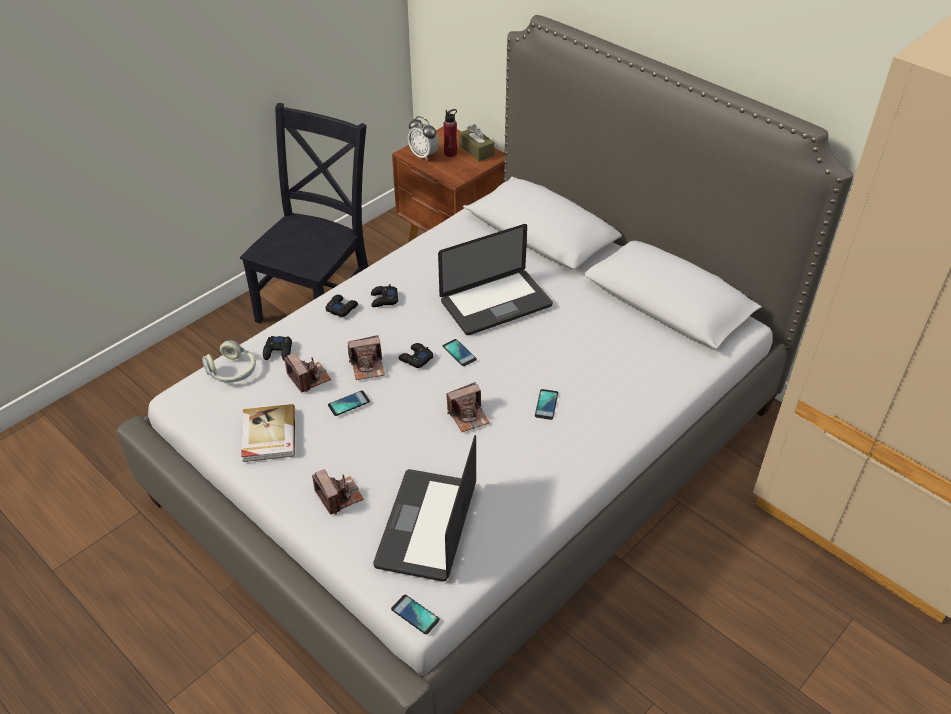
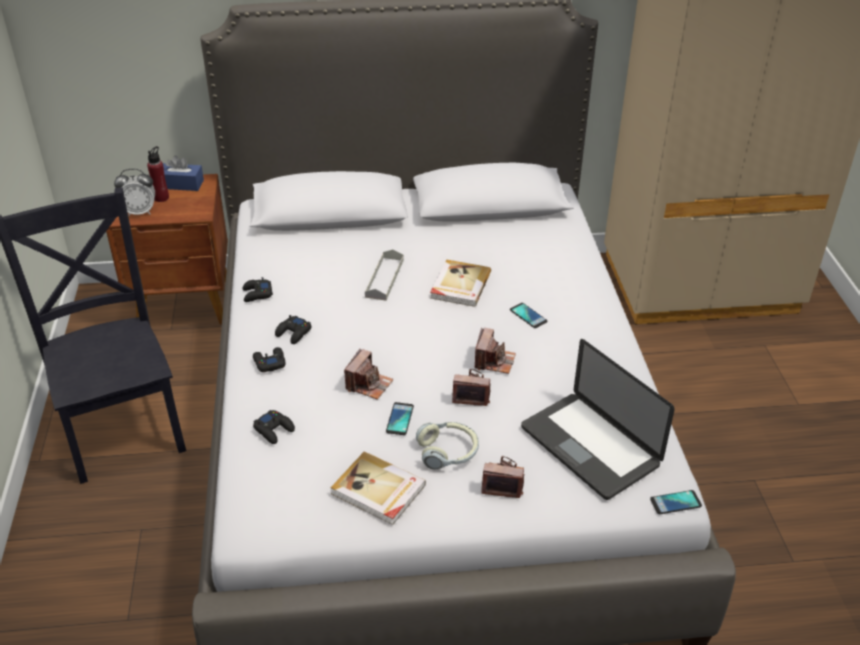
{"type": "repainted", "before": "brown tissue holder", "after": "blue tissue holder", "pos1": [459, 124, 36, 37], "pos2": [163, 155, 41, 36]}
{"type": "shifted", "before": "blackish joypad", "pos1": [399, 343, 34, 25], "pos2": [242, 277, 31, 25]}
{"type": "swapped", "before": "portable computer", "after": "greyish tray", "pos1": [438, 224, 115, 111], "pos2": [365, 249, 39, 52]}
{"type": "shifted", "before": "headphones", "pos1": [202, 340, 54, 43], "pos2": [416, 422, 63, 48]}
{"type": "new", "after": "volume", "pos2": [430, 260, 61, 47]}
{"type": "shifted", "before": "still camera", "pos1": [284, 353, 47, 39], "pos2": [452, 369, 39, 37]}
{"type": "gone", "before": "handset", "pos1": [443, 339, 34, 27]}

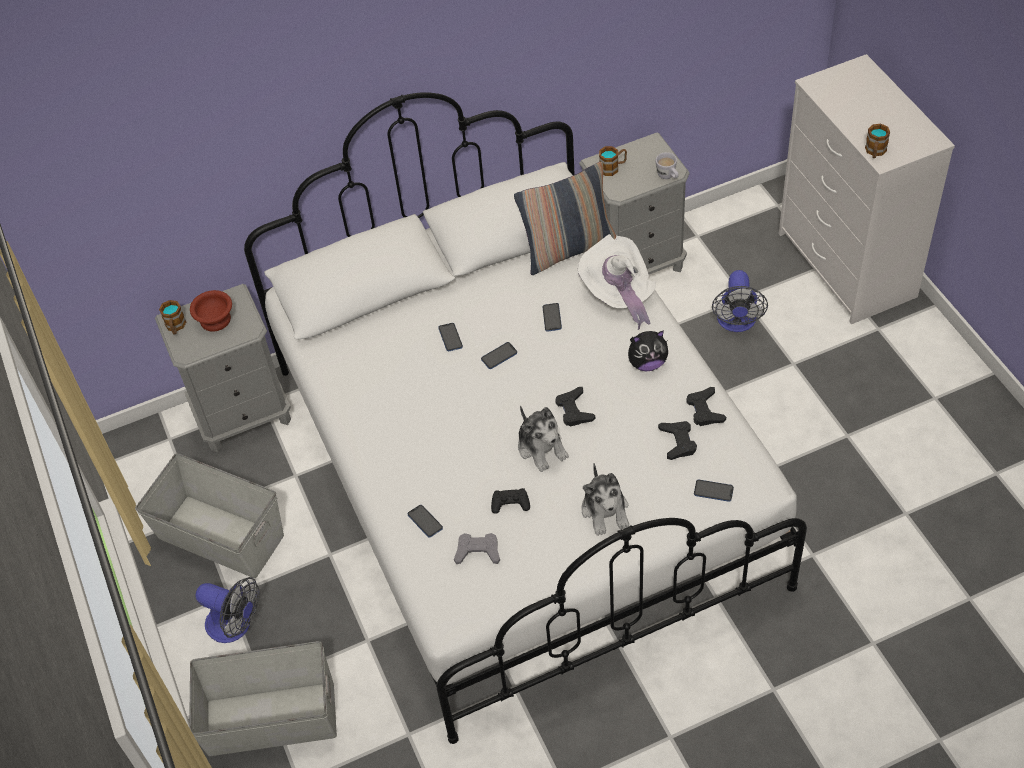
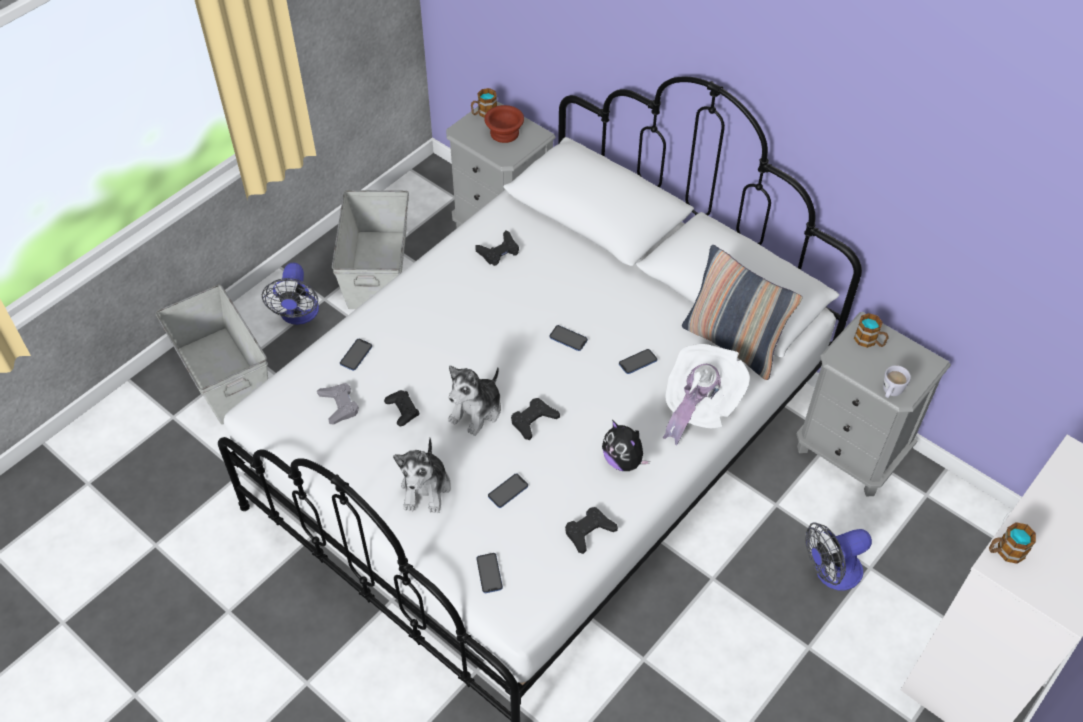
{"type": "rotated", "before": "cuddly toy", "pos1": [582, 463, 47, 73], "pos2": [393, 438, 58, 75], "turn": -45}
{"type": "shifted", "before": "blackish joypad", "pos1": [658, 421, 39, 39], "pos2": [475, 230, 44, 36]}
{"type": "shifted", "before": "handset", "pos1": [438, 323, 25, 28], "pos2": [488, 474, 40, 34]}

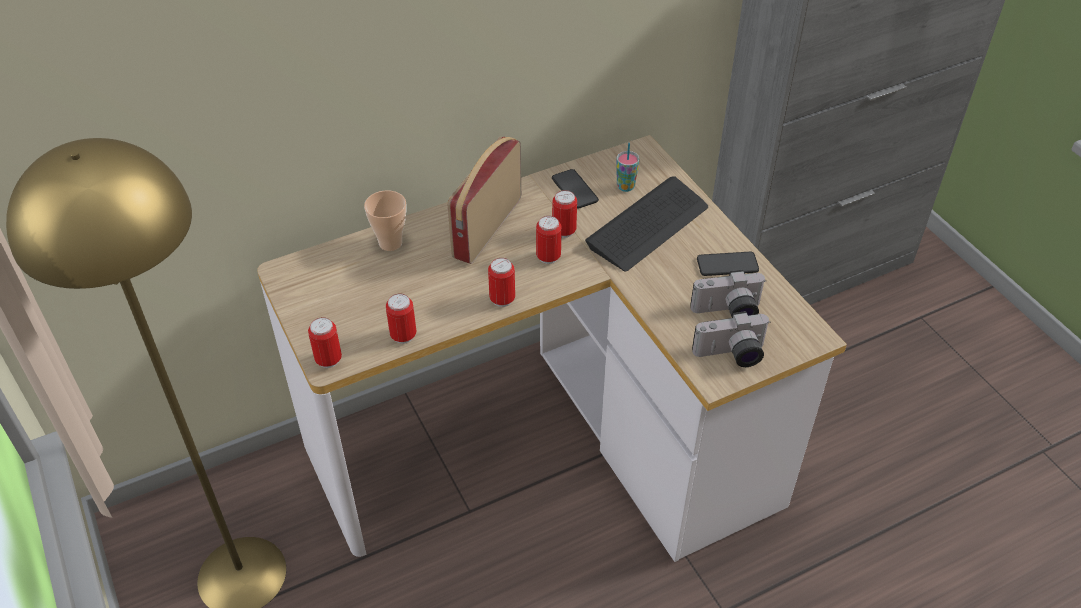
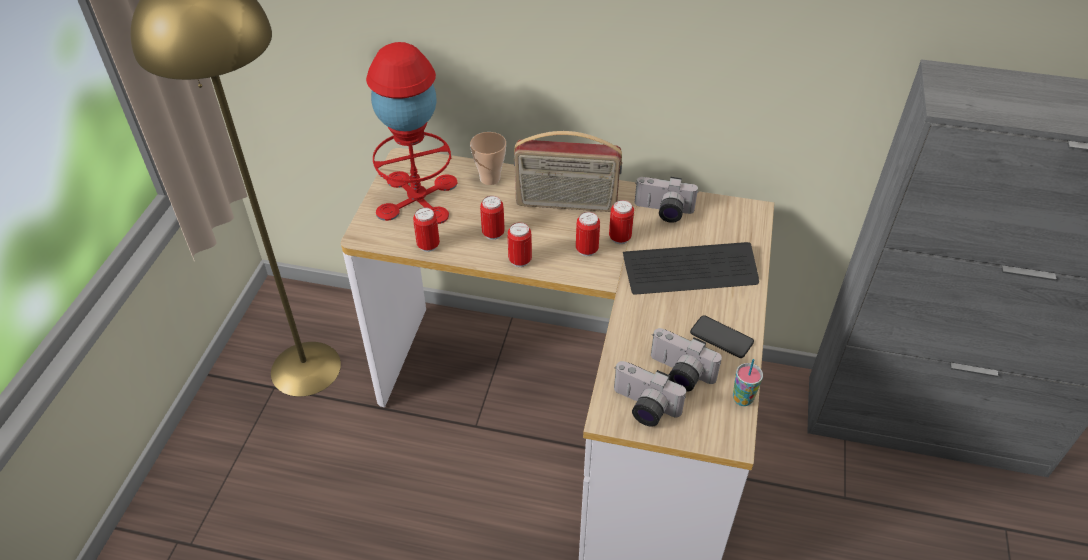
{"type": "new", "after": "red-coloured tabletop lamp", "pos2": [366, 42, 91, 182]}
{"type": "shifted", "before": "metal can", "pos1": [308, 317, 34, 51], "pos2": [480, 196, 25, 44]}
{"type": "rotated", "before": "radio receiver", "pos1": [447, 136, 74, 128], "pos2": [514, 131, 108, 81], "turn": -150}
{"type": "swapped", "before": "handset", "after": "still camera", "pos1": [552, 169, 47, 40], "pos2": [635, 177, 64, 46]}
{"type": "shifted", "before": "drinking cup", "pos1": [616, 143, 23, 49], "pos2": [733, 359, 30, 47]}

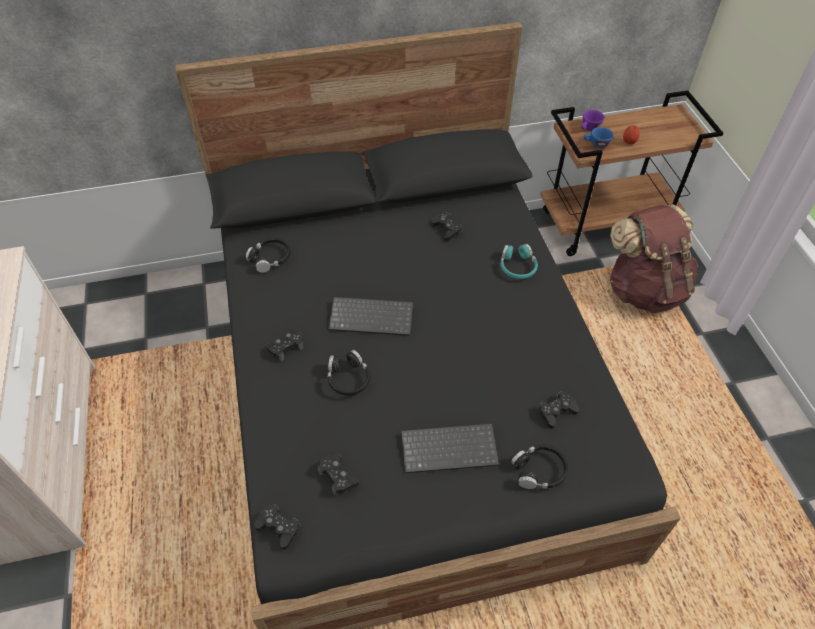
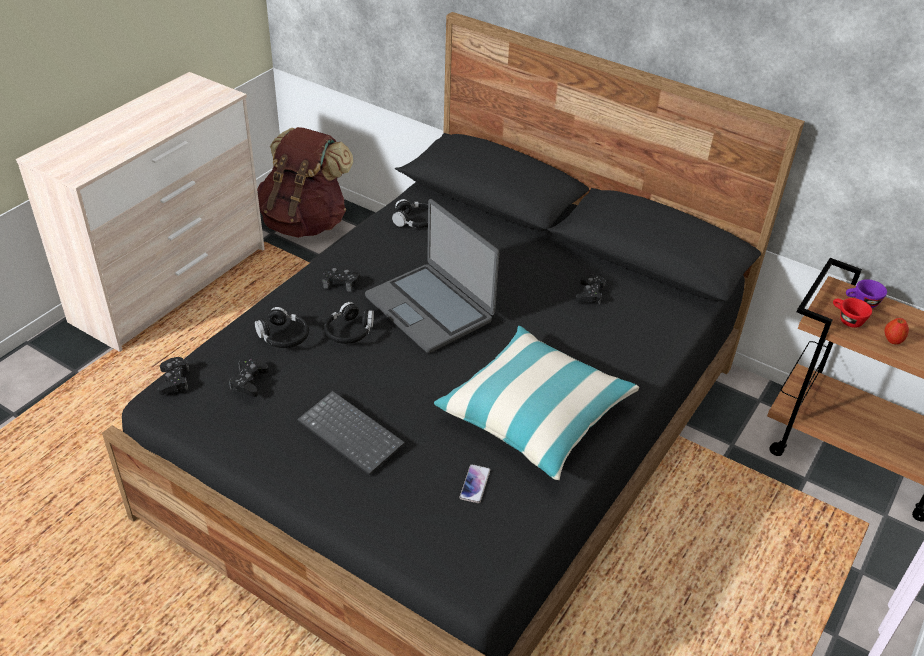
{"type": "shifted", "before": "blackish headphones", "pos1": [511, 445, 57, 44], "pos2": [255, 307, 54, 41]}
{"type": "shifted", "before": "brown backpack", "pos1": [610, 204, 88, 109], "pos2": [257, 127, 96, 111]}
{"type": "swapped", "before": "keyboard", "after": "portable computer", "pos1": [328, 297, 85, 39], "pos2": [365, 199, 134, 154]}
{"type": "new", "after": "throw pillow", "pos2": [434, 326, 205, 154]}
{"type": "swapped", "before": "blackish joypad", "after": "handset", "pos1": [538, 391, 41, 38], "pos2": [459, 464, 31, 39]}
{"type": "repainted", "before": "blue drinking cup", "after": "red-coloured drinking cup", "pos1": [584, 127, 30, 22], "pos2": [833, 298, 39, 30]}
{"type": "gone", "before": "turquoise-coloured headphones", "pos1": [500, 244, 38, 35]}

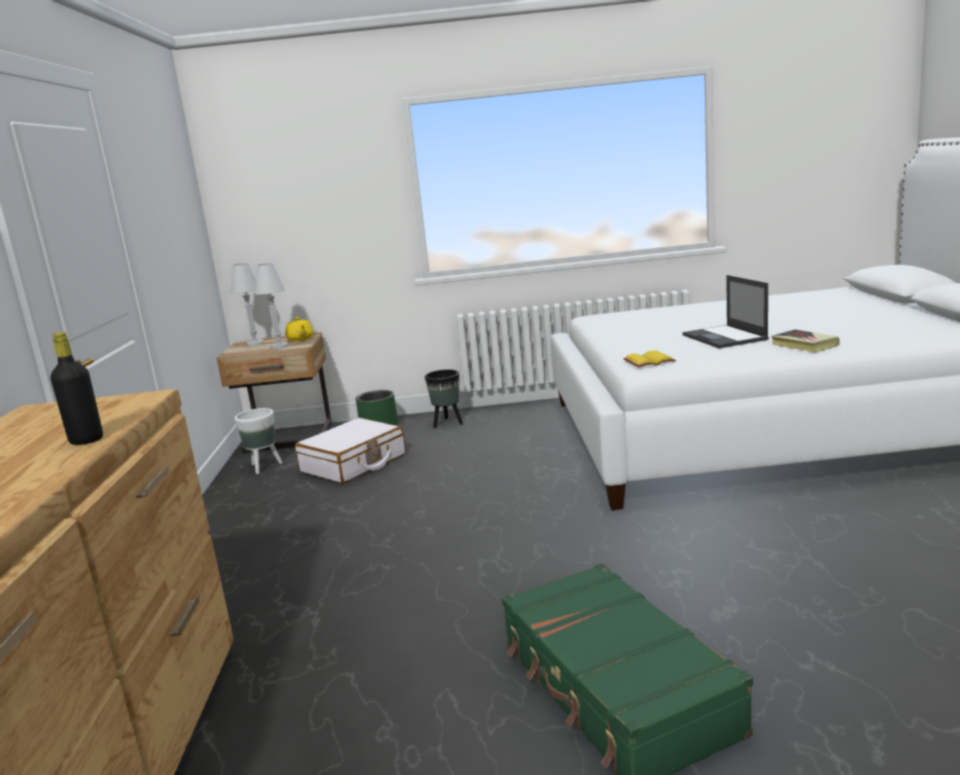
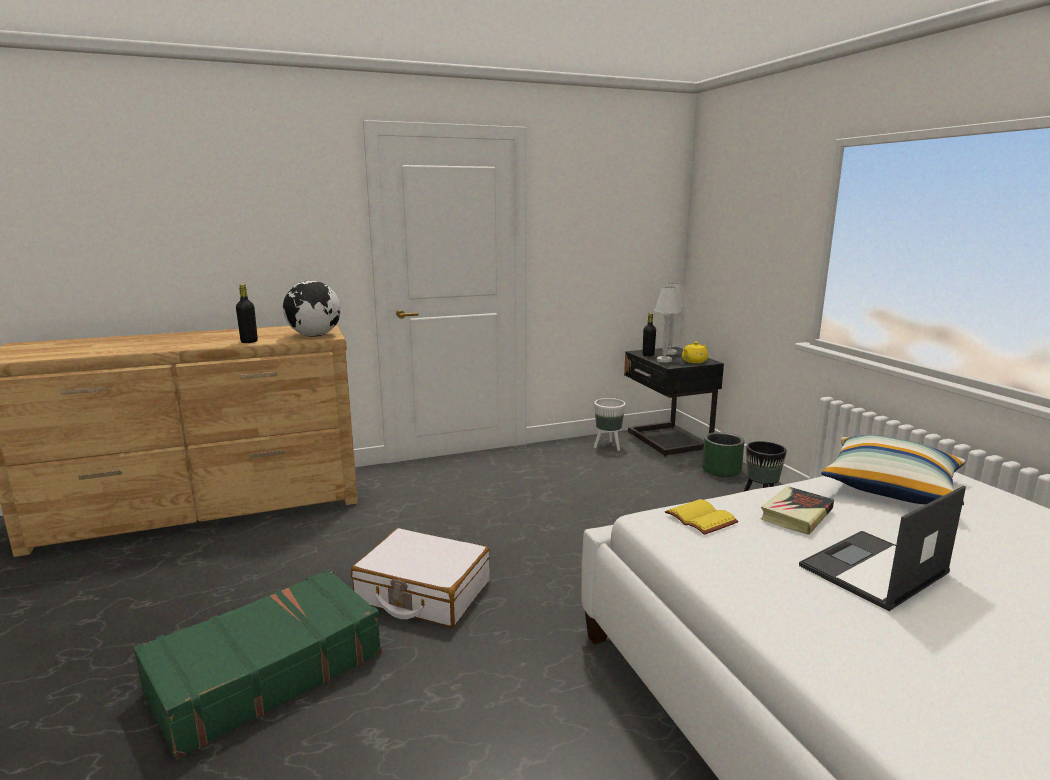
{"type": "new", "after": "world globe", "pos2": [283, 281, 58, 56]}
{"type": "shifted", "before": "white-coloured suitcase", "pos1": [295, 418, 111, 66], "pos2": [351, 528, 139, 99]}
{"type": "repainted", "before": "beige nightstand", "after": "blackish nightstand", "pos1": [217, 332, 115, 122], "pos2": [624, 347, 100, 109]}
{"type": "new", "after": "blackish beverage bottle", "pos2": [643, 313, 13, 43]}
{"type": "shifted", "before": "volume", "pos1": [771, 329, 69, 24], "pos2": [760, 486, 74, 49]}
{"type": "new", "after": "throw pillow", "pos2": [821, 435, 145, 70]}

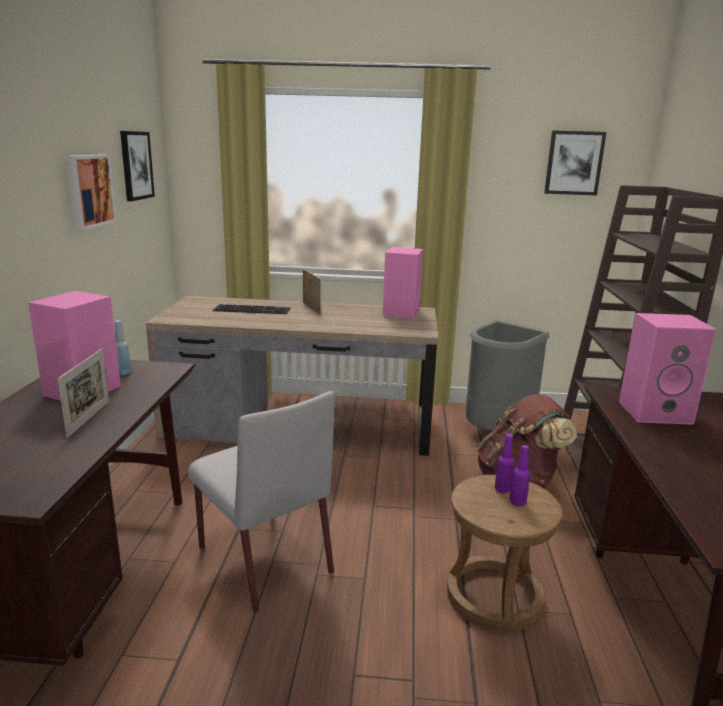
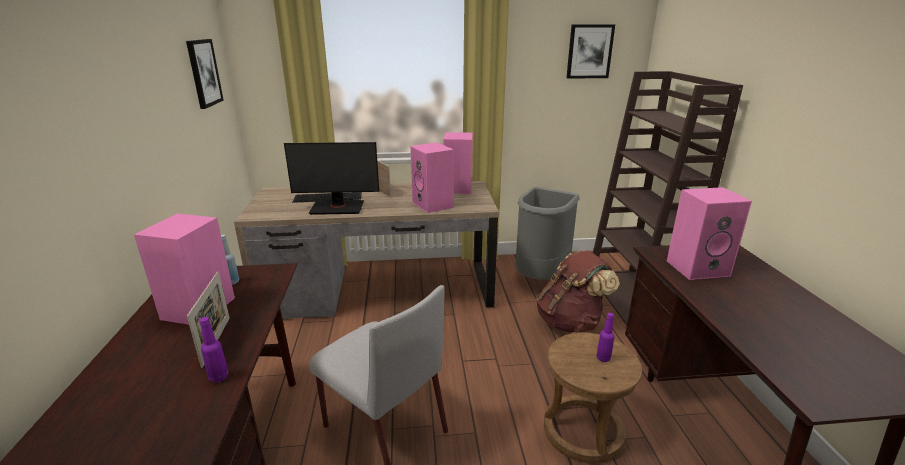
{"type": "shifted", "before": "purple beverage bottle", "pos1": [495, 434, 19, 59], "pos2": [199, 317, 30, 66]}
{"type": "new", "after": "monitor", "pos2": [284, 142, 95, 73]}
{"type": "new", "after": "pinkish audio speaker", "pos2": [410, 142, 44, 71]}
{"type": "gone", "before": "picture", "pos1": [65, 155, 52, 76]}

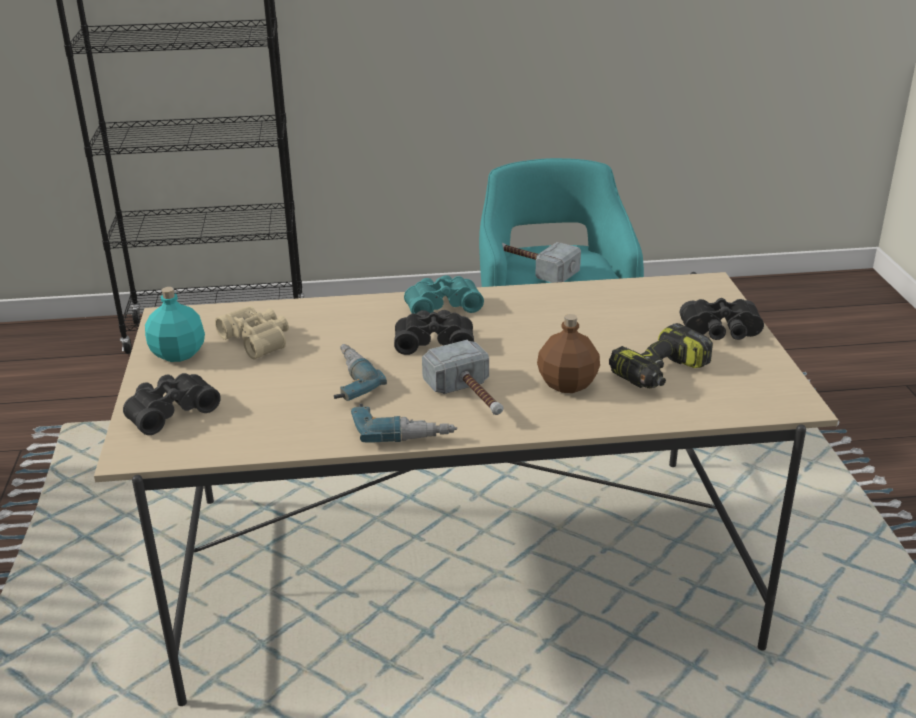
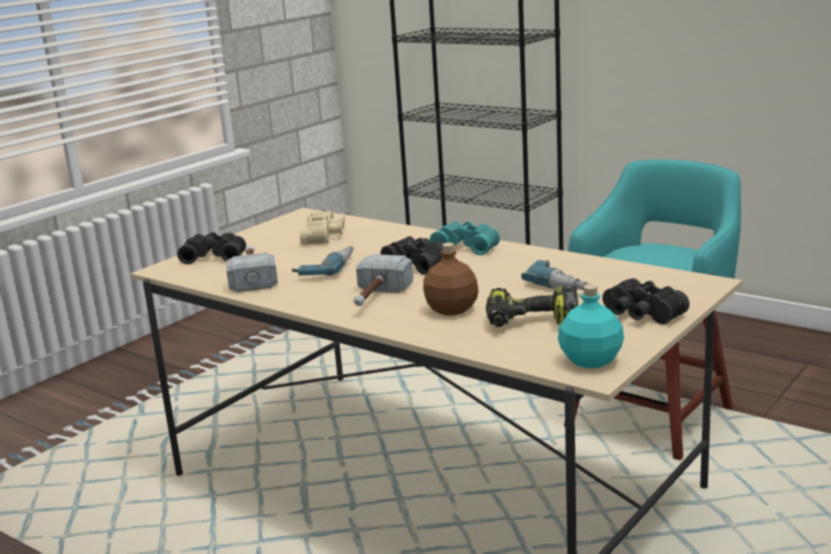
{"type": "shifted", "before": "hammer", "pos1": [502, 242, 79, 41], "pos2": [226, 246, 52, 46]}
{"type": "shifted", "before": "electric drill", "pos1": [351, 404, 106, 39], "pos2": [521, 260, 69, 30]}
{"type": "shifted", "before": "turquoise-coloured beverage bottle", "pos1": [145, 287, 60, 75], "pos2": [558, 284, 66, 84]}

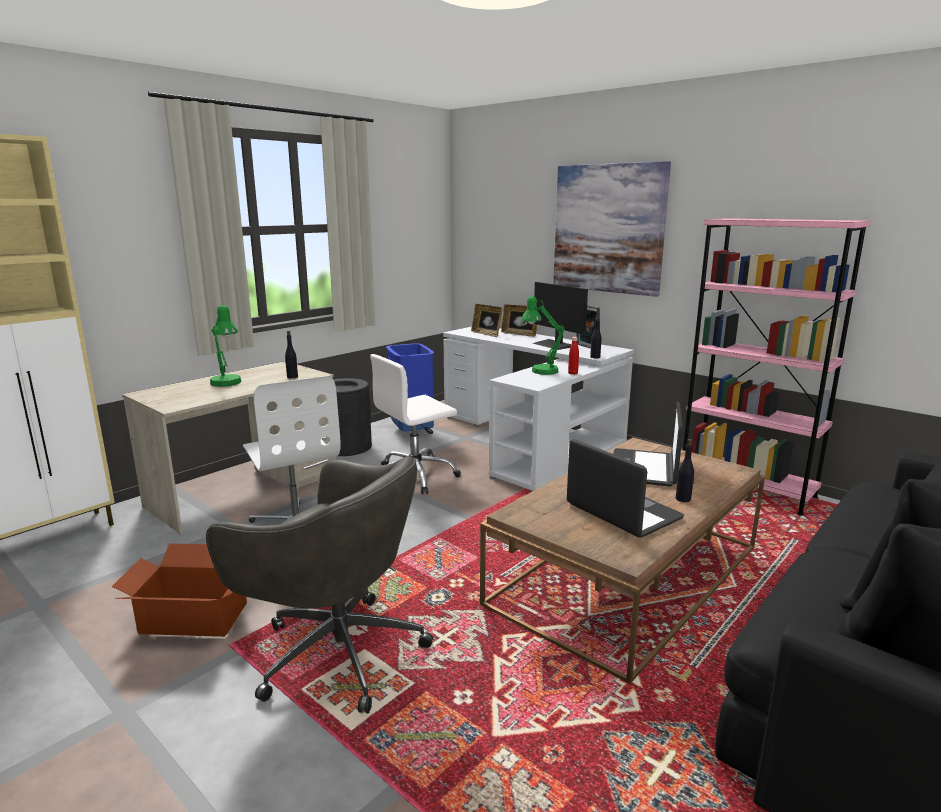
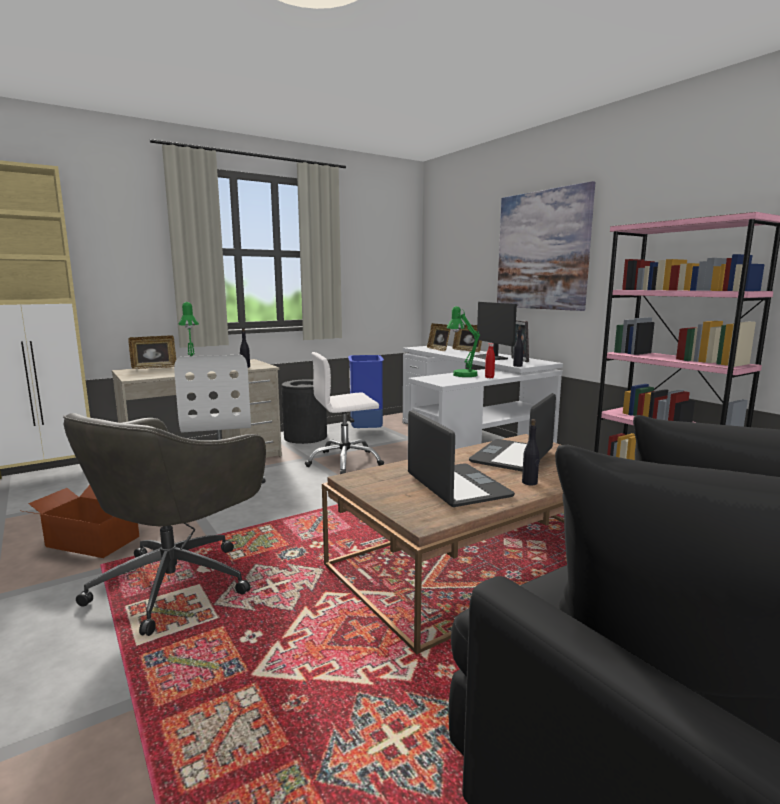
{"type": "rotated", "before": "greyish office chair", "pos1": [206, 456, 227, 257], "pos2": [63, 413, 203, 223], "turn": 75}
{"type": "new", "after": "photo frame", "pos2": [128, 335, 48, 34]}

